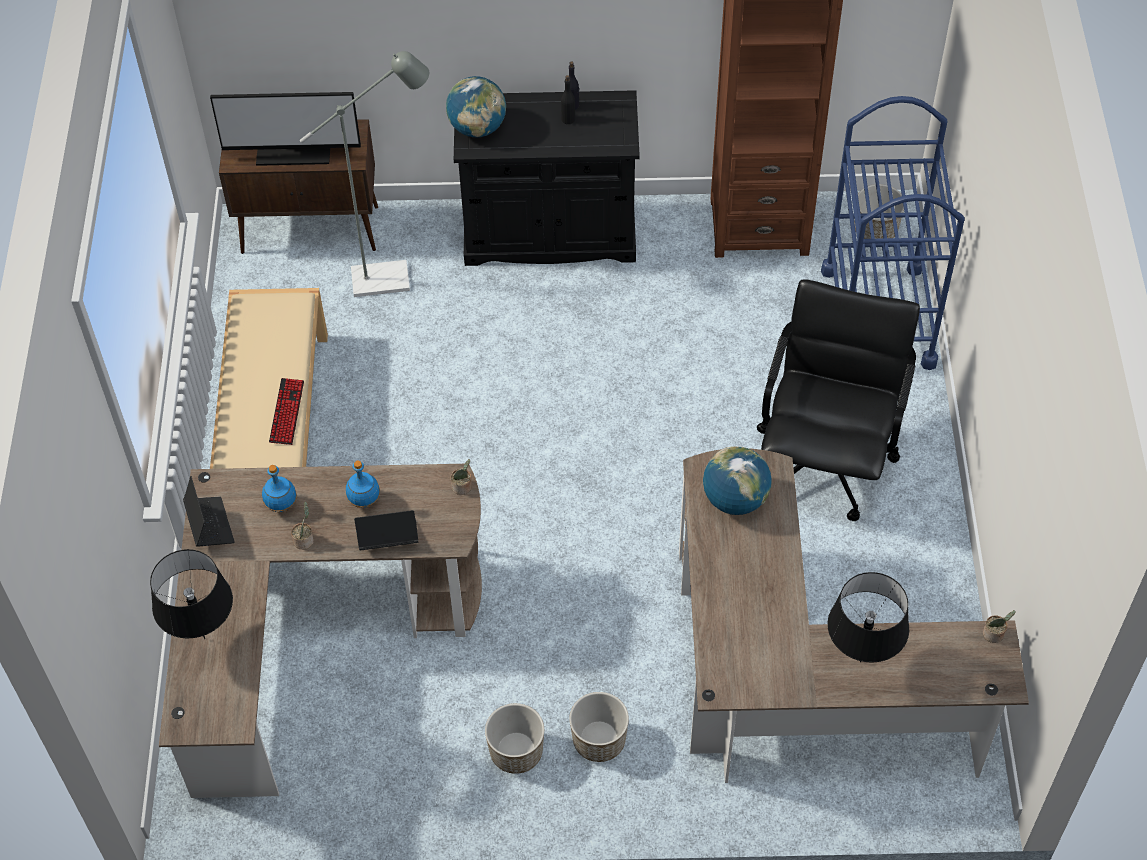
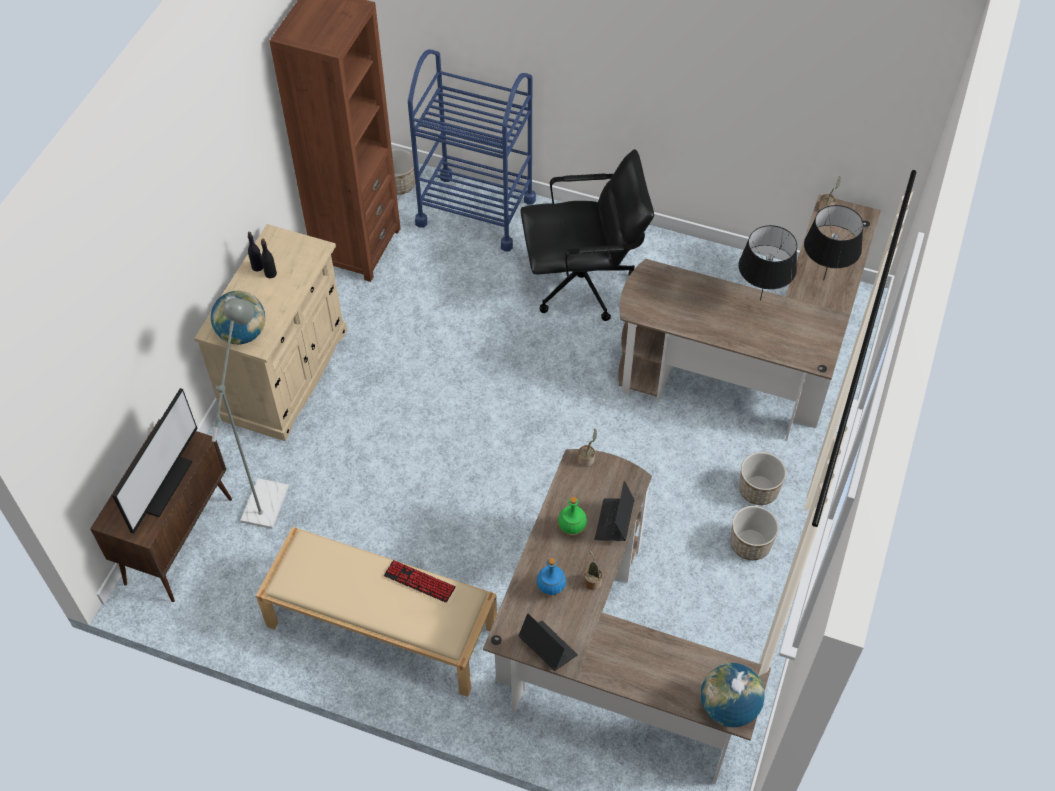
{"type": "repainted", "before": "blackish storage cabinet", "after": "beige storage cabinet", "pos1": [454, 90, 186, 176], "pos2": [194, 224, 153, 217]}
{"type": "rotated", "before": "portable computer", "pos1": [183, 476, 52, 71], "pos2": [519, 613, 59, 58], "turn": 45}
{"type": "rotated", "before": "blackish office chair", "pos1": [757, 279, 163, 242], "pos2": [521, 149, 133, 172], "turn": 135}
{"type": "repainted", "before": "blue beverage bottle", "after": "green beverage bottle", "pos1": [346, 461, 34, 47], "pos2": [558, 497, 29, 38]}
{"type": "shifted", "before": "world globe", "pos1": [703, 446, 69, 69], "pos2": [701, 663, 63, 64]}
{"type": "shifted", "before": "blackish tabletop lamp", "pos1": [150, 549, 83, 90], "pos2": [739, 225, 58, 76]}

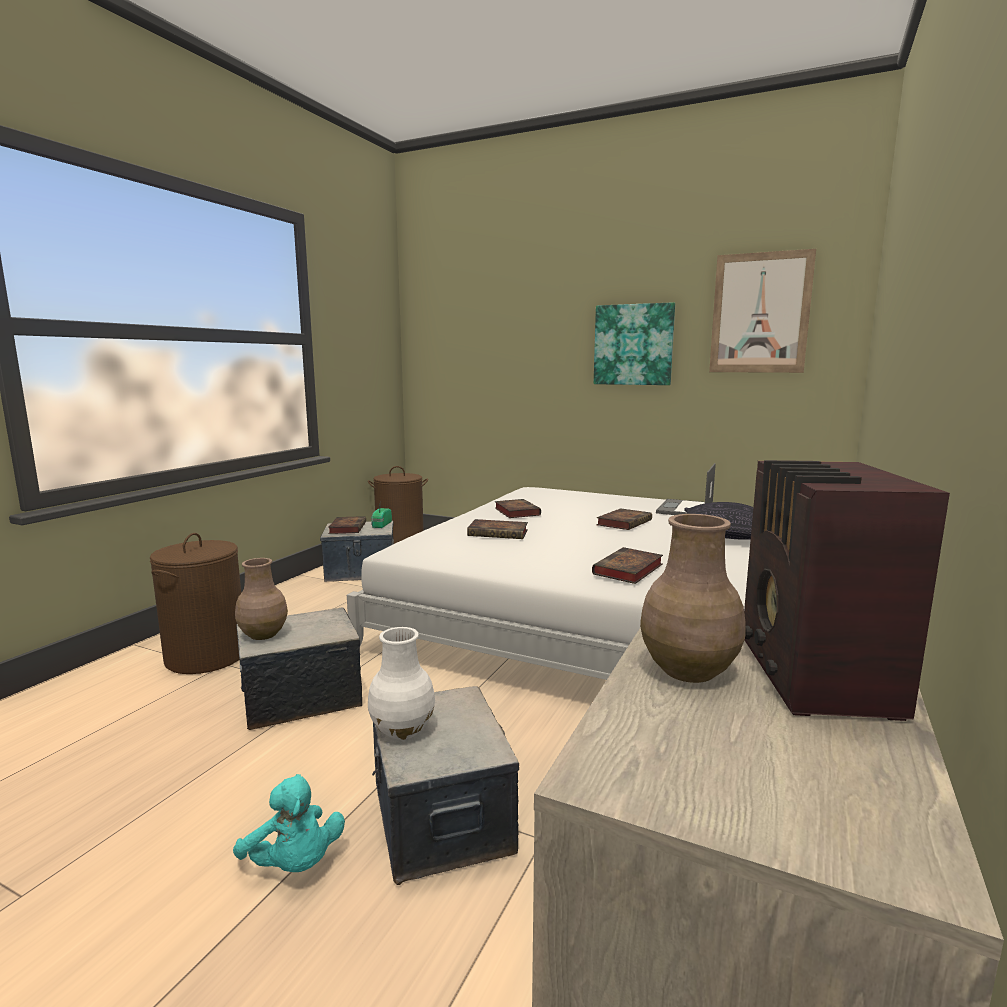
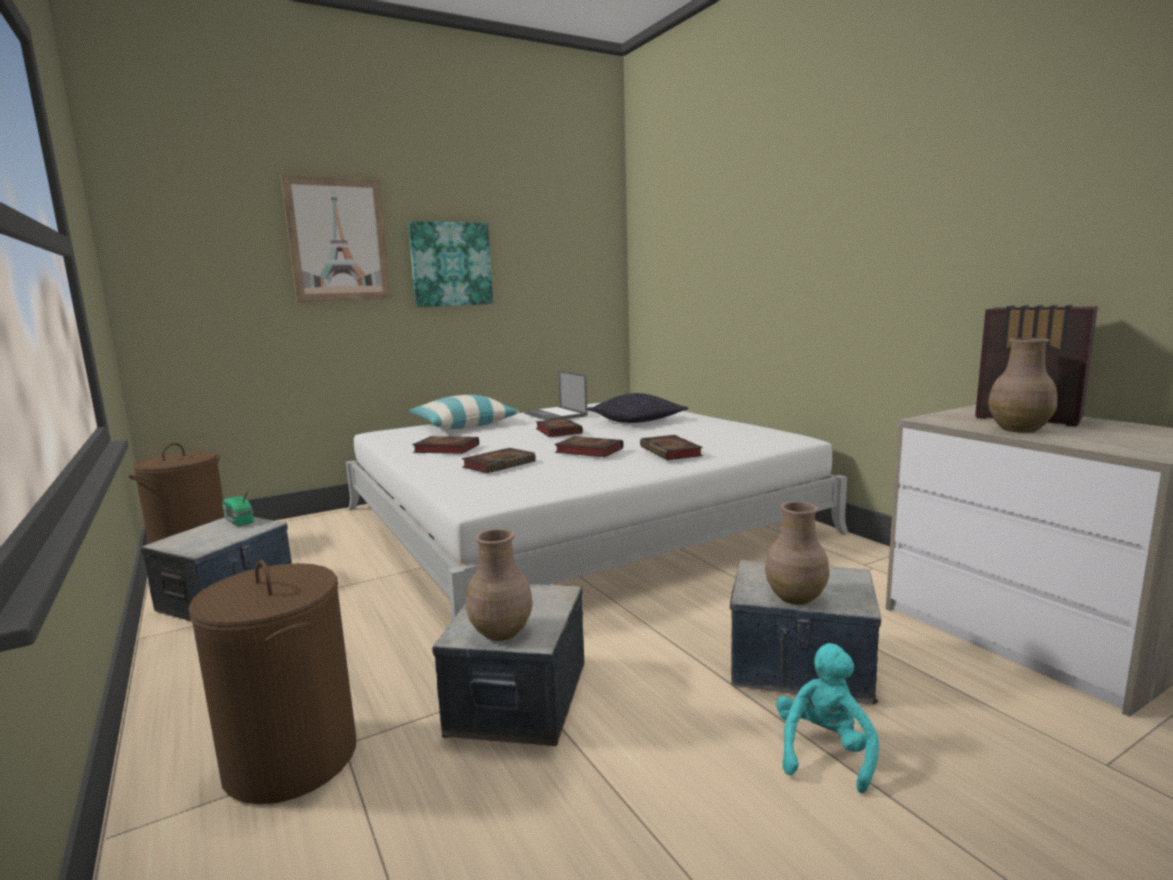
{"type": "shifted", "before": "picture", "pos1": [709, 249, 107, 124], "pos2": [281, 175, 110, 128]}
{"type": "new", "after": "throw pillow", "pos2": [409, 395, 110, 34]}
{"type": "shifted", "before": "volume", "pos1": [328, 516, 38, 18], "pos2": [554, 436, 69, 21]}
{"type": "repainted", "before": "white-coloured vase", "after": "brown vase", "pos1": [368, 627, 67, 113], "pos2": [765, 502, 64, 103]}
{"type": "rotated", "before": "turquoise-coloured cuddly toy", "pos1": [233, 774, 112, 98], "pos2": [776, 643, 103, 151], "turn": -60}

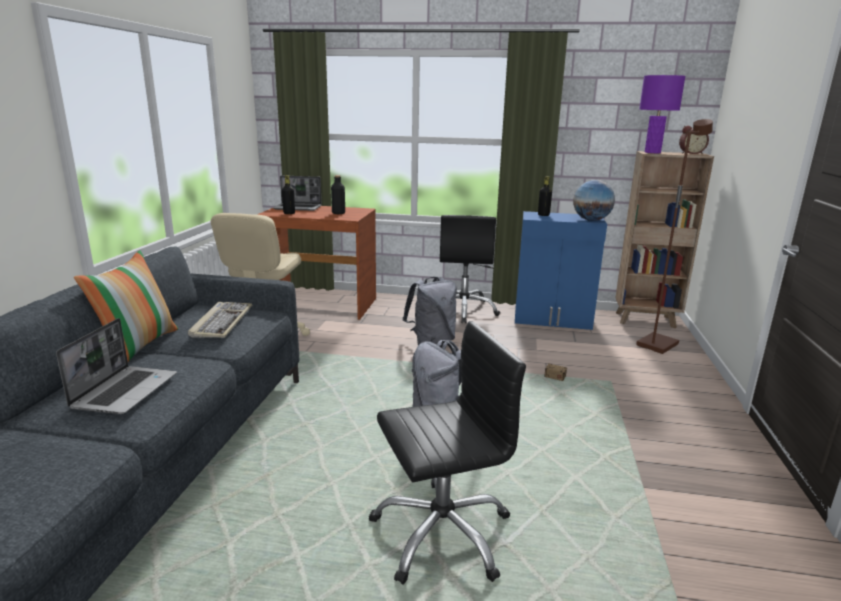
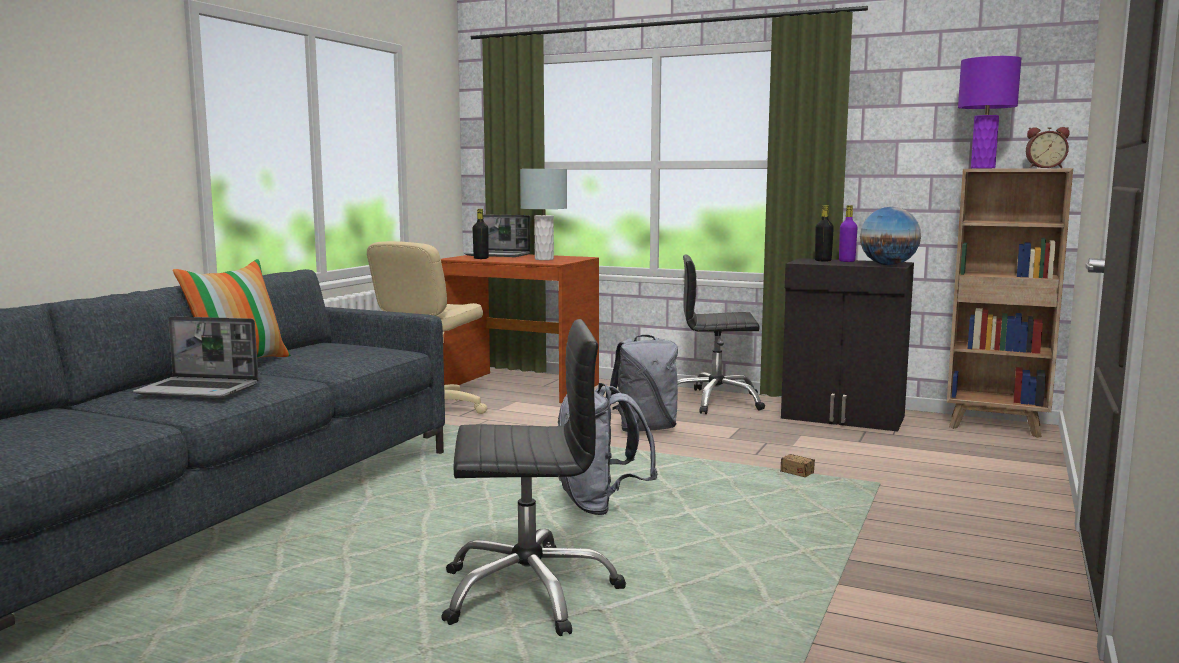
{"type": "rotated", "before": "portable computer", "pos1": [56, 318, 121, 96], "pos2": [133, 316, 126, 82], "turn": 75}
{"type": "swapped", "before": "blackish beverage bottle", "after": "greyish tabletop lamp", "pos1": [331, 175, 14, 39], "pos2": [520, 169, 47, 91]}
{"type": "rotated", "before": "blackish office chair", "pos1": [440, 215, 60, 108], "pos2": [677, 255, 88, 159], "turn": 75}
{"type": "repainted", "before": "blue storage cabinet", "after": "blackish storage cabinet", "pos1": [515, 211, 92, 119], "pos2": [781, 258, 133, 174]}
{"type": "new", "after": "purple beverage bottle", "pos2": [839, 205, 19, 57]}
{"type": "gone", "before": "keyboard", "pos1": [188, 302, 64, 36]}
{"type": "gone", "before": "brown floor lamp", "pos1": [636, 119, 77, 235]}

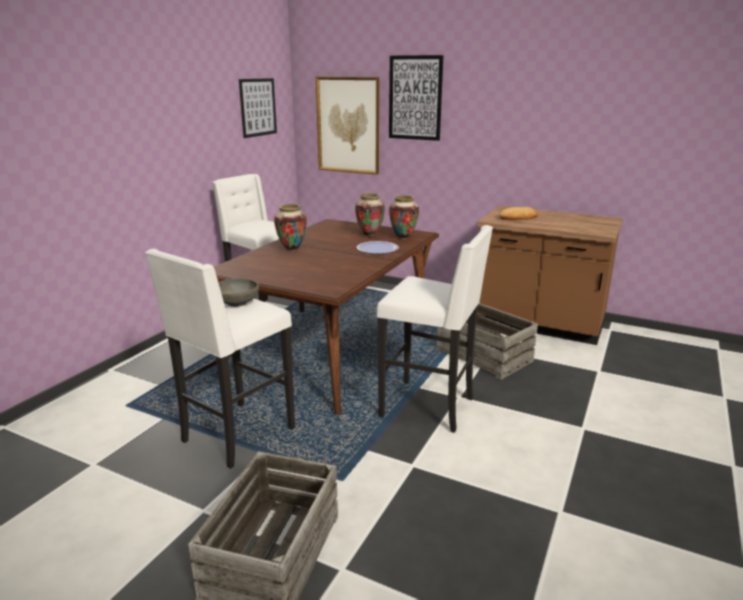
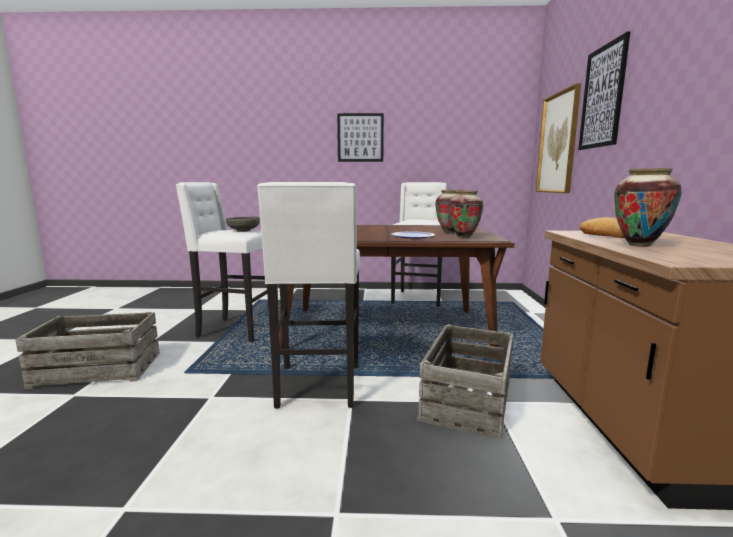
{"type": "shifted", "before": "picture", "pos1": [239, 78, 38, 60], "pos2": [337, 113, 47, 49]}
{"type": "shifted", "before": "vase", "pos1": [274, 204, 33, 47], "pos2": [615, 168, 67, 79]}

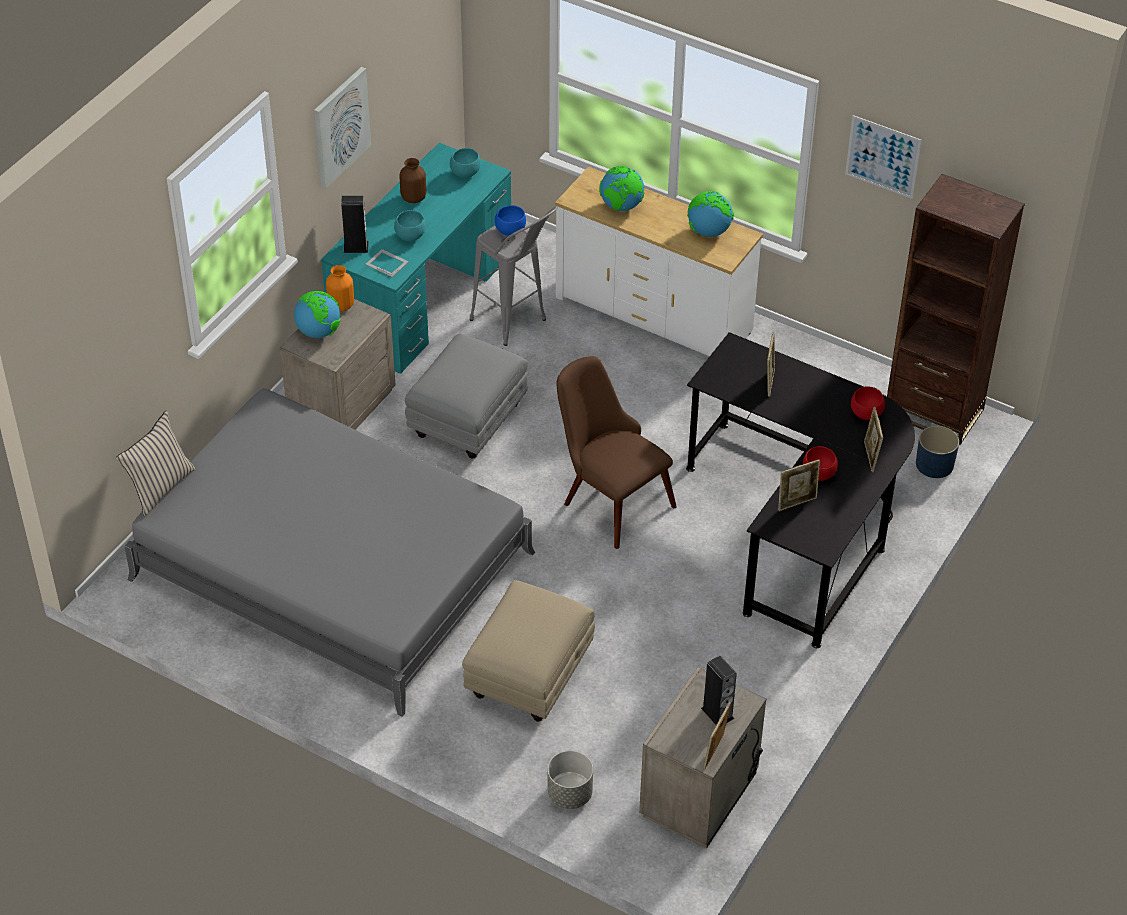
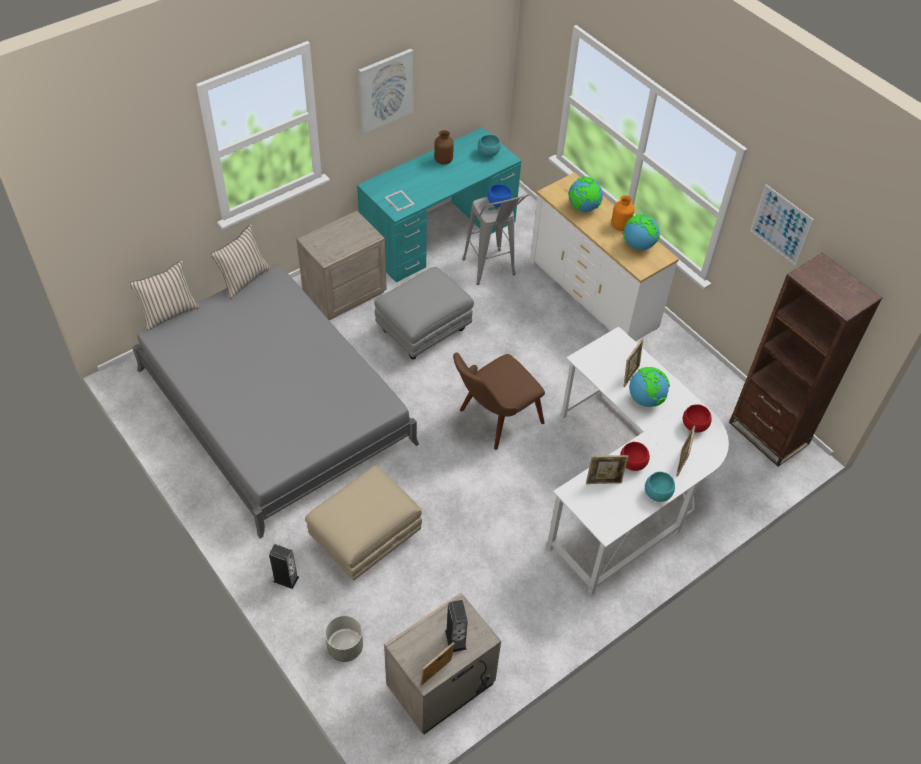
{"type": "new", "after": "beige throw pillow", "pos2": [210, 224, 61, 75]}
{"type": "shifted", "before": "audio speaker", "pos1": [341, 196, 28, 57], "pos2": [269, 544, 30, 45]}
{"type": "rotated", "before": "brown chair", "pos1": [556, 356, 121, 193], "pos2": [453, 352, 92, 98], "turn": -105}
{"type": "repainted", "before": "blackish desk unit", "after": "white-coloured desk unit", "pos1": [686, 332, 229, 316], "pos2": [547, 326, 182, 270]}
{"type": "shifted", "before": "orange vase", "pos1": [326, 265, 28, 46], "pos2": [611, 195, 24, 36]}
{"type": "shifted", "before": "world globe", "pos1": [294, 291, 47, 47], "pos2": [629, 367, 41, 40]}
{"type": "shifted", "before": "turquoise-coloured serving bowl", "pos1": [394, 210, 32, 32], "pos2": [645, 472, 30, 30]}
{"type": "gone", "before": "blue flower pot", "pos1": [916, 426, 43, 52]}

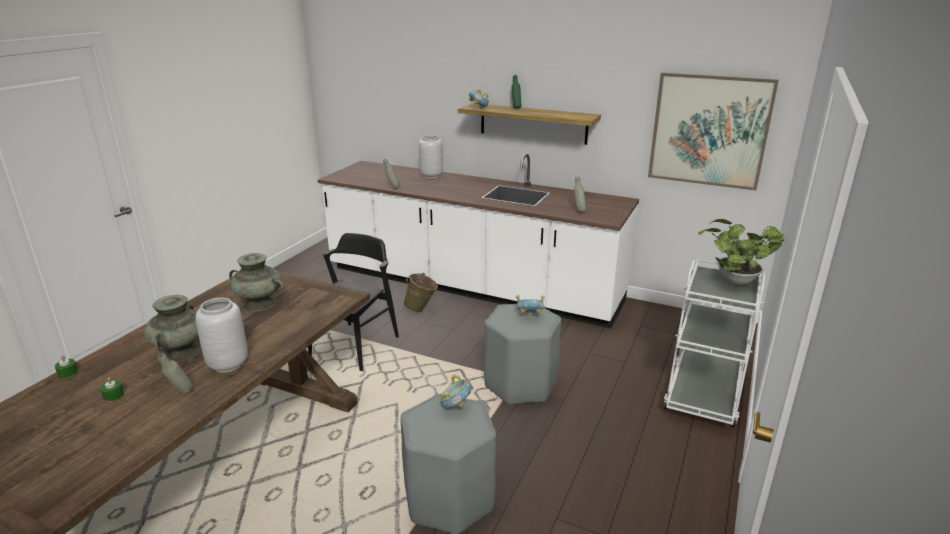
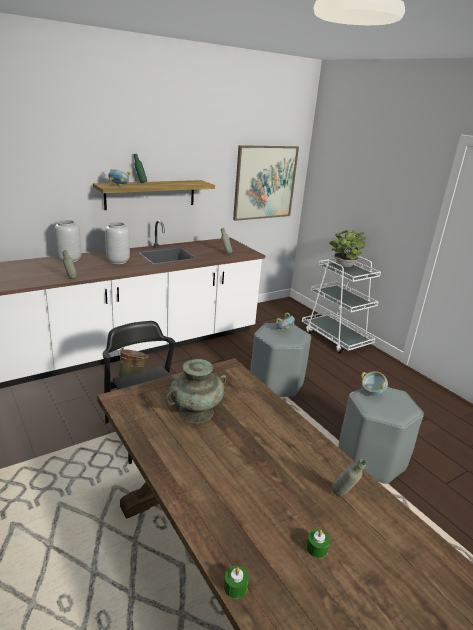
{"type": "shifted", "before": "greyish vase", "pos1": [195, 298, 53, 75], "pos2": [105, 222, 25, 42]}
{"type": "gone", "before": "turquoise-coloured vase", "pos1": [144, 295, 57, 67]}

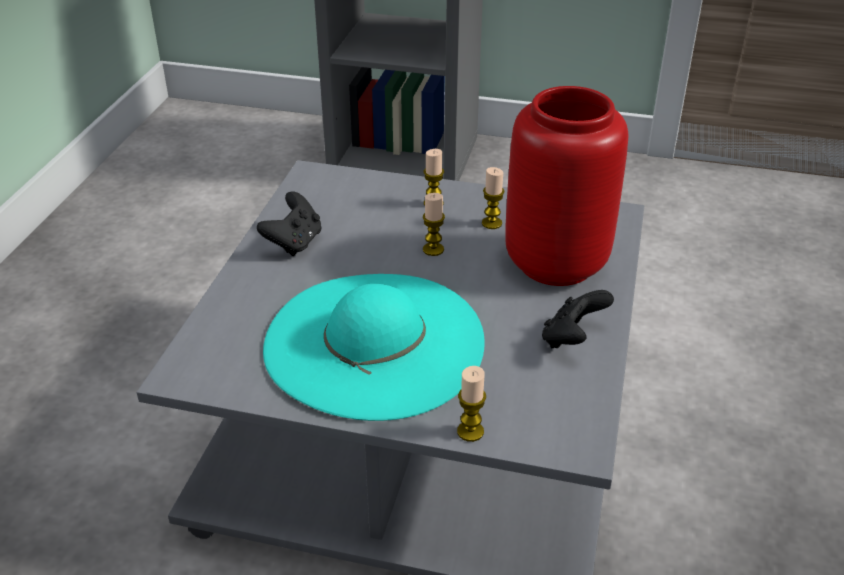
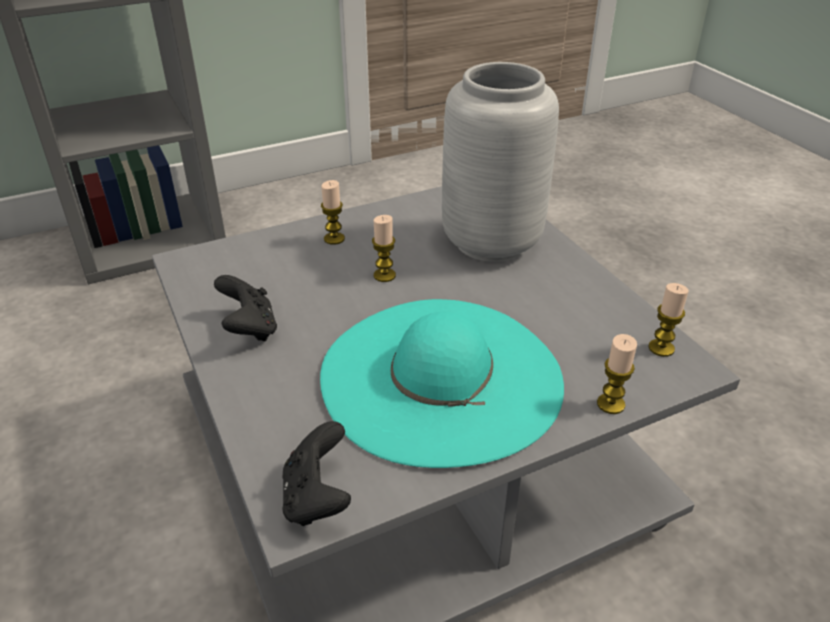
{"type": "shifted", "before": "blackish joypad", "pos1": [542, 290, 72, 58], "pos2": [282, 421, 69, 105]}
{"type": "repainted", "before": "red-coloured vase", "after": "greyish vase", "pos1": [505, 86, 124, 200], "pos2": [442, 62, 117, 200]}
{"type": "shifted", "before": "candle", "pos1": [482, 167, 23, 62], "pos2": [648, 283, 41, 74]}

